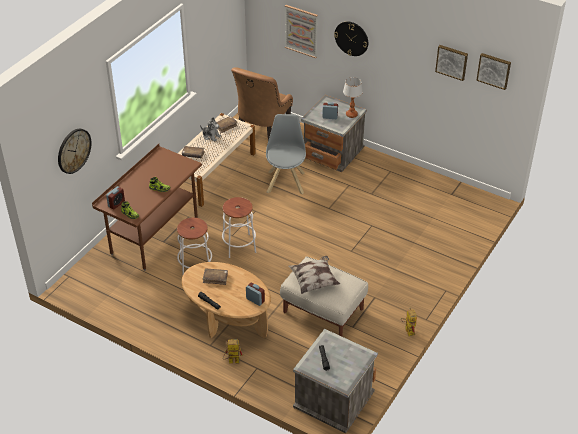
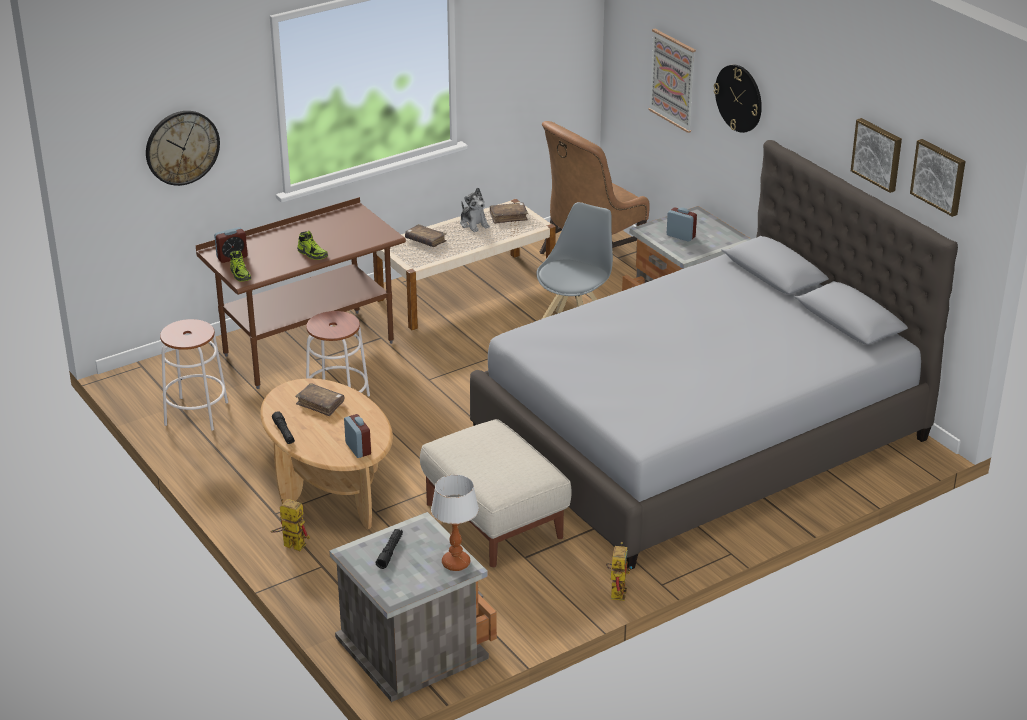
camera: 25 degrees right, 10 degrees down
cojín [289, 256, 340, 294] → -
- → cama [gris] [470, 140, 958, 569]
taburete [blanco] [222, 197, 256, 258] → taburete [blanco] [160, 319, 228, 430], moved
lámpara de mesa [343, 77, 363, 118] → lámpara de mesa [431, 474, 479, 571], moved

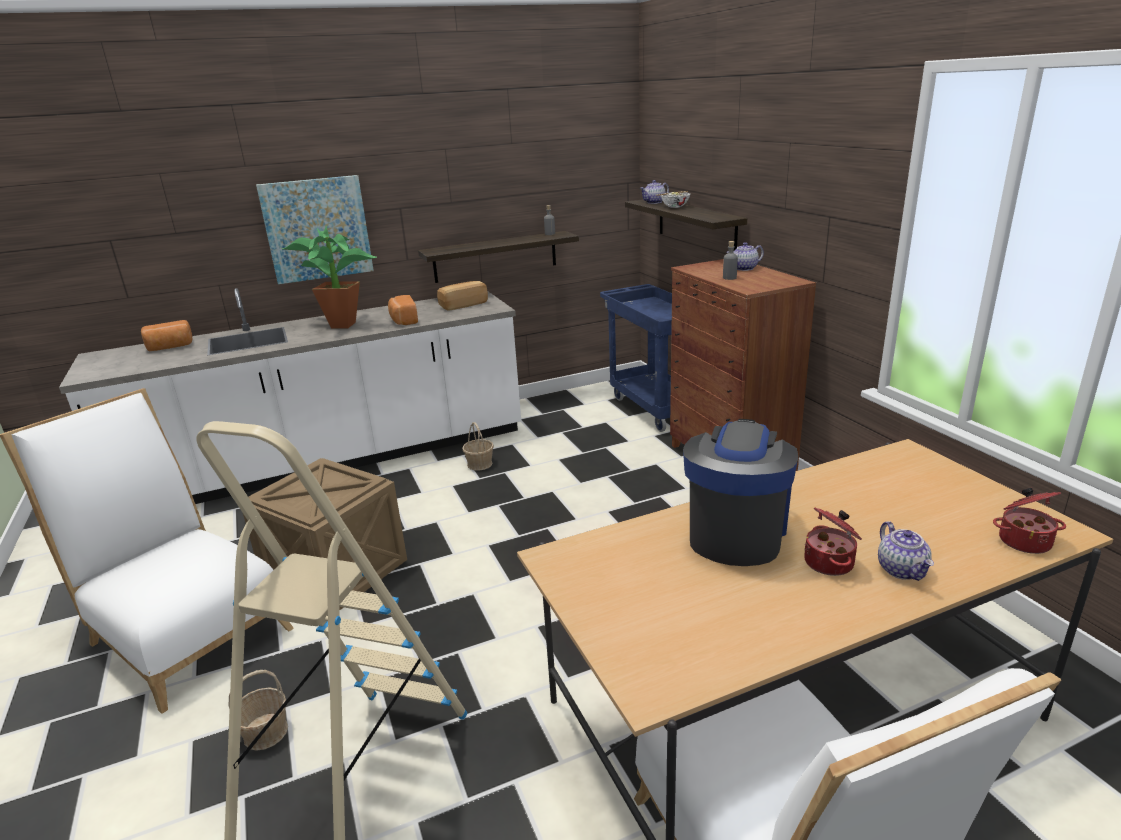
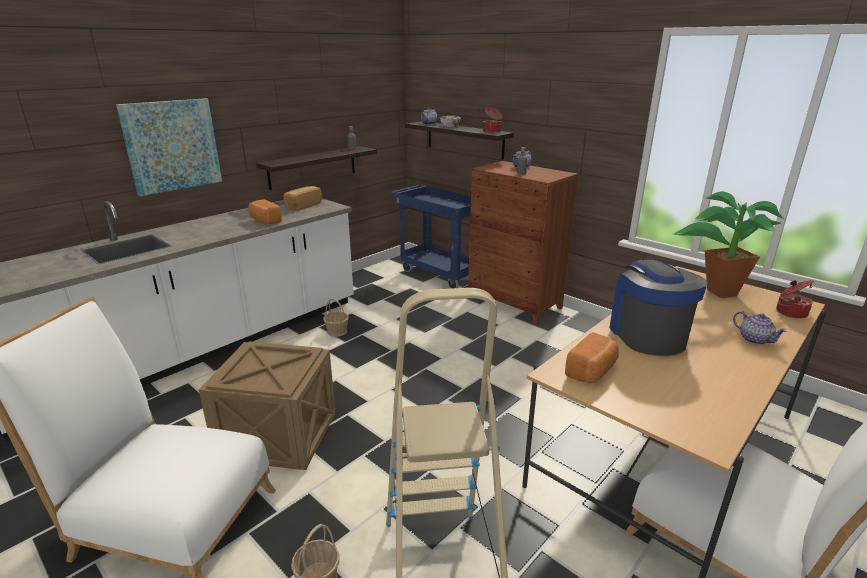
camera: 25 degrees left, 0 degrees up
pan [141, 320, 192, 351] → pan [565, 332, 619, 384], moved
planta en maceta [282, 226, 377, 328] → planta en maceta [673, 191, 784, 298], moved
olla [804, 507, 862, 576] → olla [483, 107, 503, 133], moved

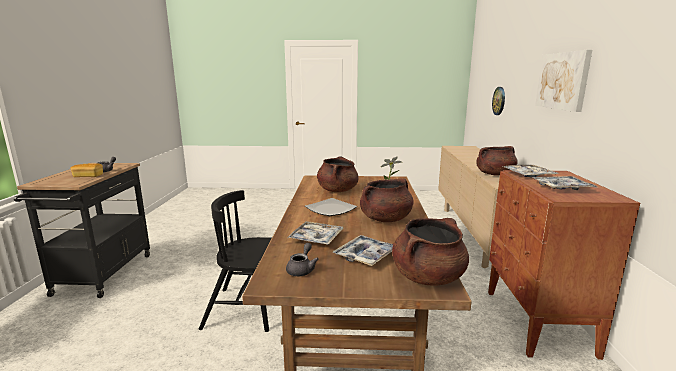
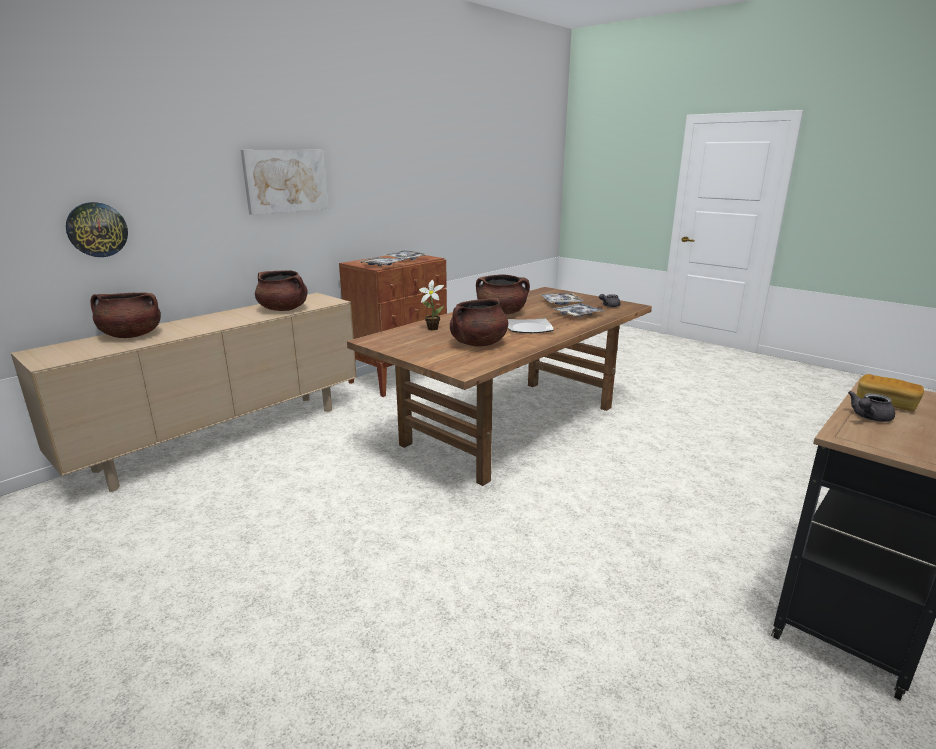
camera: 140 degrees left, 5 degrees up
silla [negro] [199, 190, 272, 332] → -
olla [marrón] [392, 218, 469, 286] → olla [marrón] [91, 293, 161, 338], moved

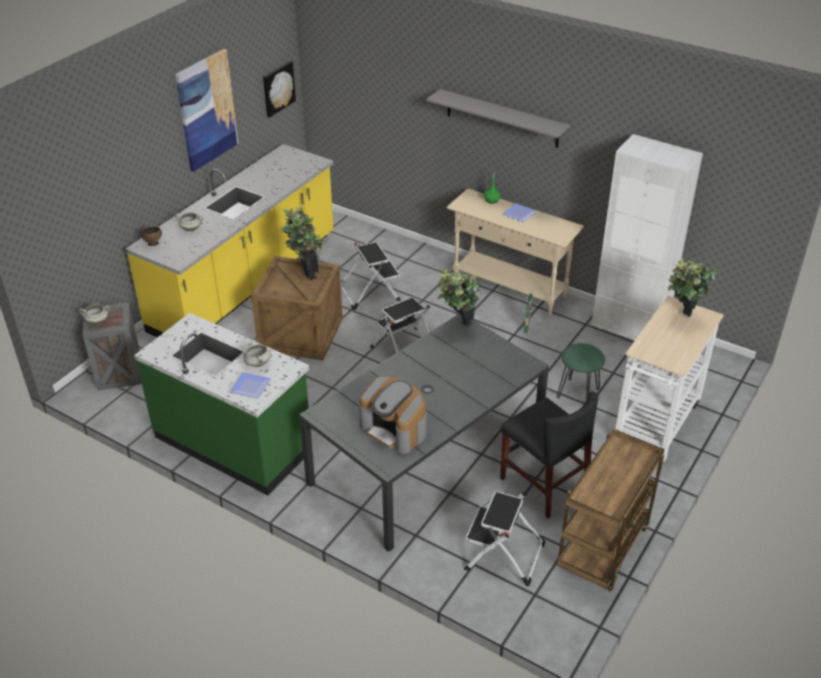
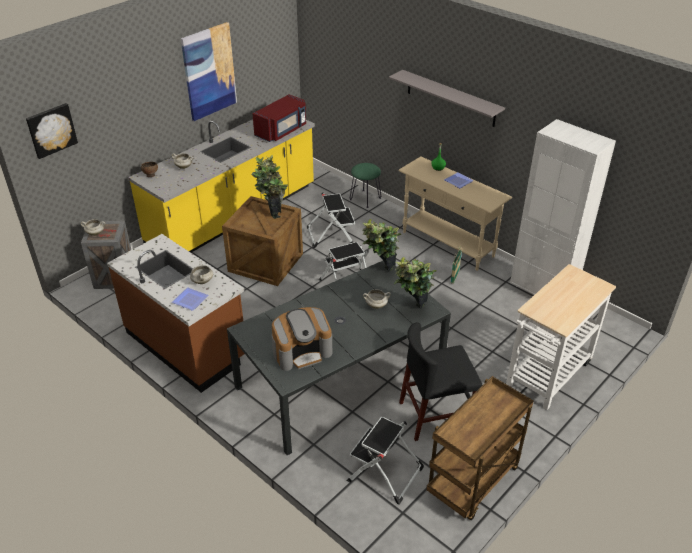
camera: 10 degrees right, 0 degrees up
- → microondas [rojo] [252, 94, 306, 142]
- → olla [blanco] [363, 289, 391, 309]
cuadro [263, 61, 296, 117] → cuadro [26, 103, 78, 159], moved
taburete [verde] [557, 343, 605, 400] → taburete [verde] [350, 163, 381, 208], moved
planta en maceta [668, 258, 717, 317] → planta en maceta [394, 257, 437, 309], moved
mueble bajo de cocina [verde] [134, 313, 312, 495] → mueble bajo de cocina [marrón] [107, 234, 245, 393]
cafetera [359, 376, 426, 454] → cafetera [272, 307, 332, 371], 75 degrees counterclockwise
silla [negro] [500, 392, 598, 519] → silla [negro] [399, 322, 482, 441], 105 degrees clockwise

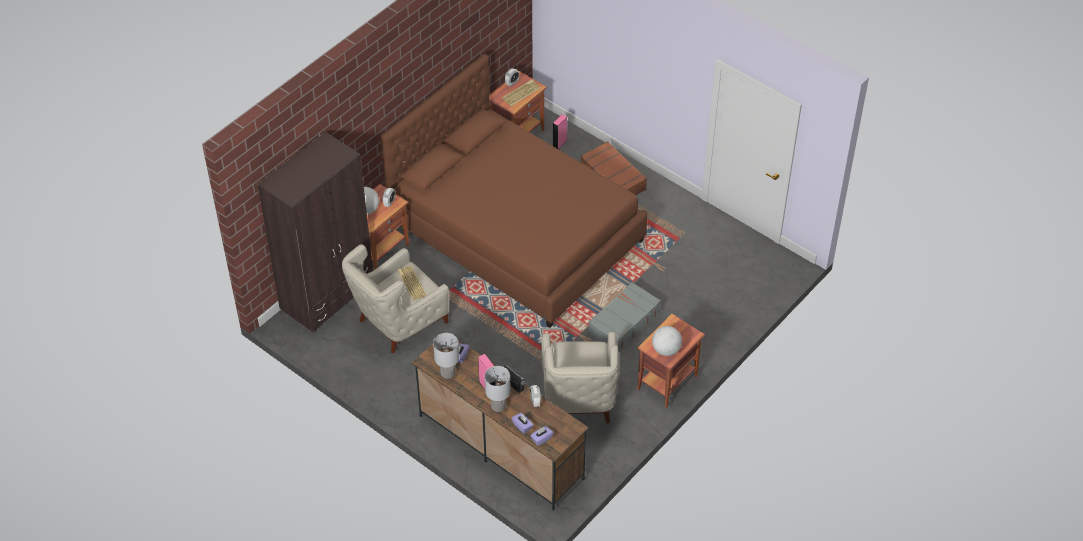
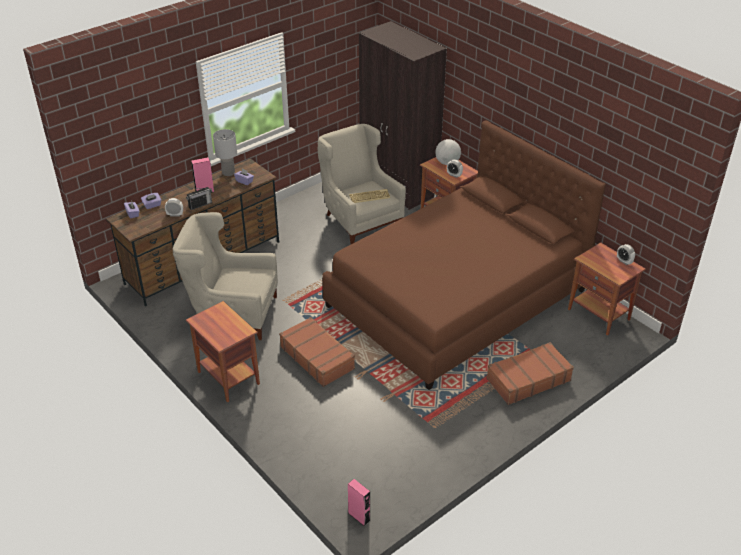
camera: 100 degrees right, 10 degrees down
lámpara de mesa [gris] [485, 366, 511, 412] → -
teclado [502, 80, 541, 106] → -
globo terráqueo [652, 326, 682, 356] → -
altavoz [rosa] [553, 114, 567, 150] → altavoz [rosa] [348, 479, 370, 526], moved
maleta [gris] [588, 282, 661, 351] → maleta [marrón] [279, 317, 355, 387]

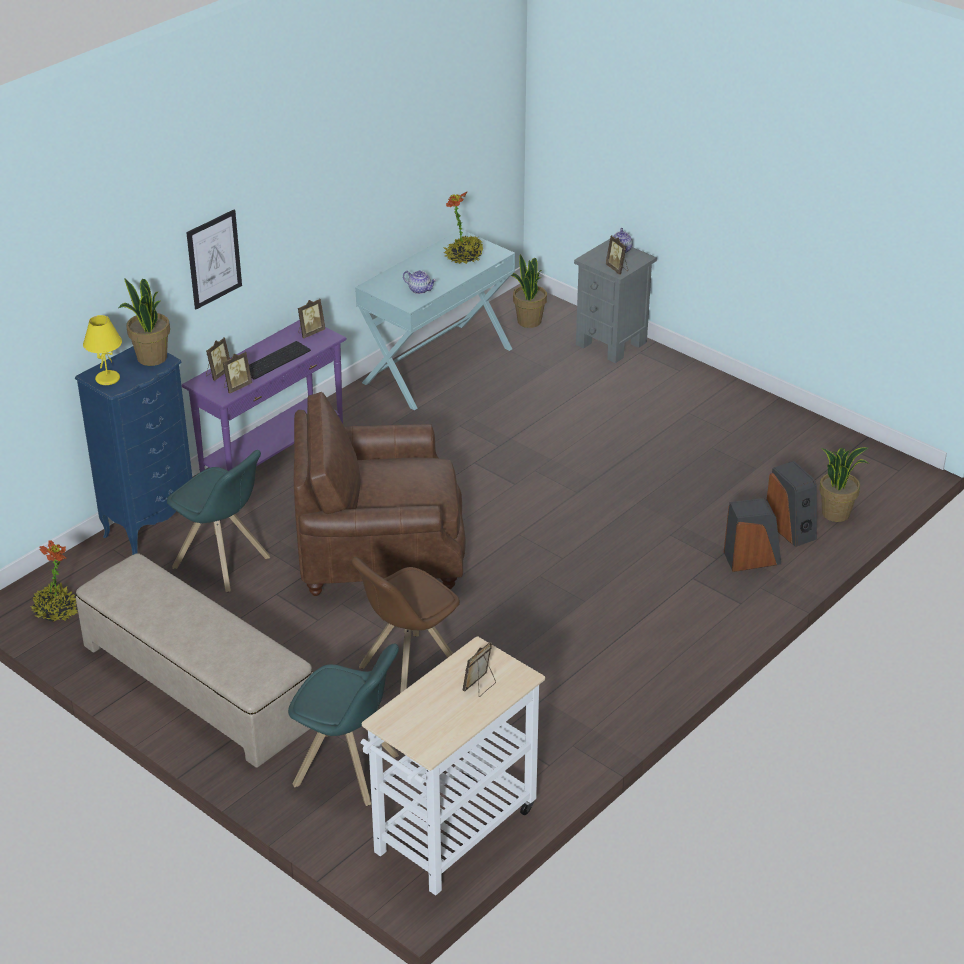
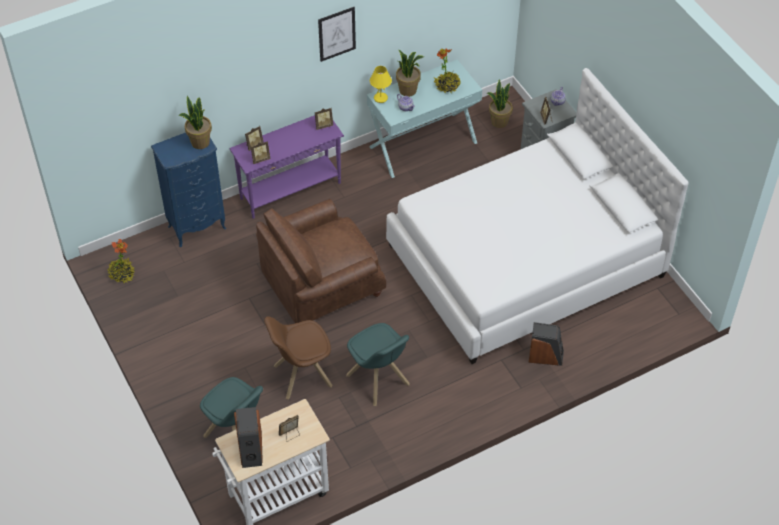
camera: 20 degrees right, 15 degrees up
banco [beis] [76, 553, 313, 768] → -
teclado [249, 341, 311, 380] → -
- → cama [blanco] [386, 68, 689, 364]
lámpara de mesa [amarillo] [83, 315, 122, 385] → lámpara de mesa [amarillo] [370, 66, 392, 103], moved
silla [turquesa] [167, 450, 270, 592] → silla [turquesa] [346, 323, 410, 406], moved
cuadro [186, 210, 242, 310] → cuadro [318, 7, 356, 62], moved
altavoz [767, 461, 817, 547] → altavoz [234, 407, 263, 468], moved
planta en maceta [819, 447, 869, 522] → planta en maceta [396, 50, 424, 97], moved
sillón [marrón] [294, 392, 466, 596] → sillón [marrón] [256, 199, 386, 323], 45 degrees counterclockwise

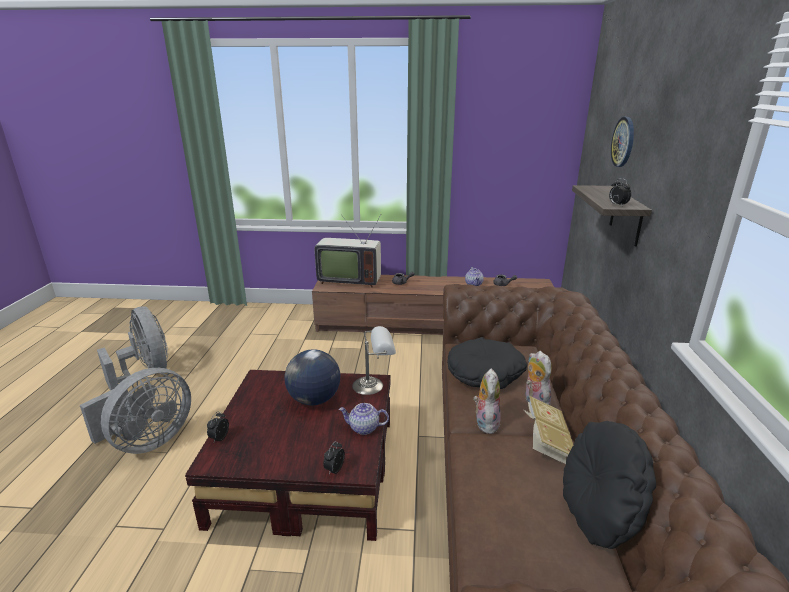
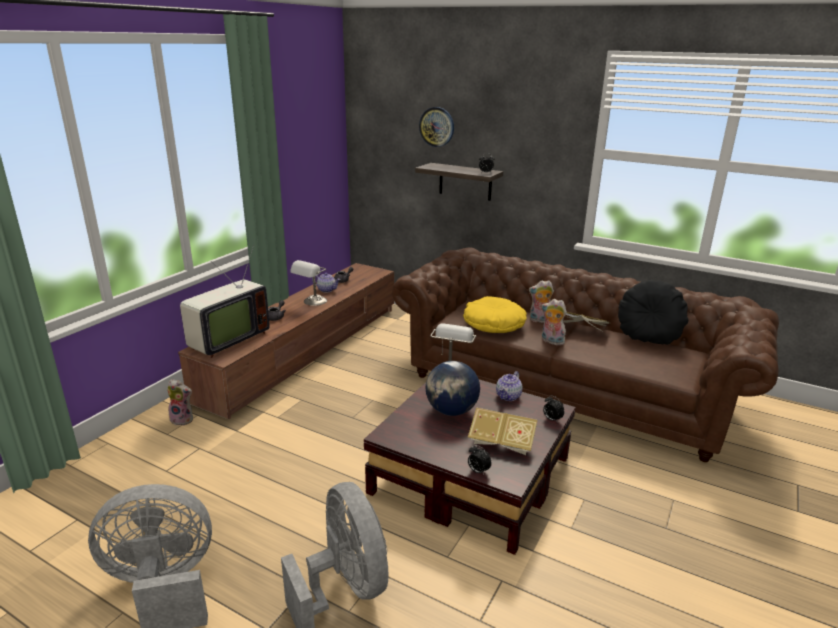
camera: 65 degrees left, 0 degrees up
- → peluche [167, 379, 193, 425]
- → lámpara de mesa [blanco] [290, 260, 327, 306]
- → libro [468, 407, 537, 455]
cojín [negro] [447, 337, 527, 389] → cojín [amarillo] [463, 296, 527, 333]

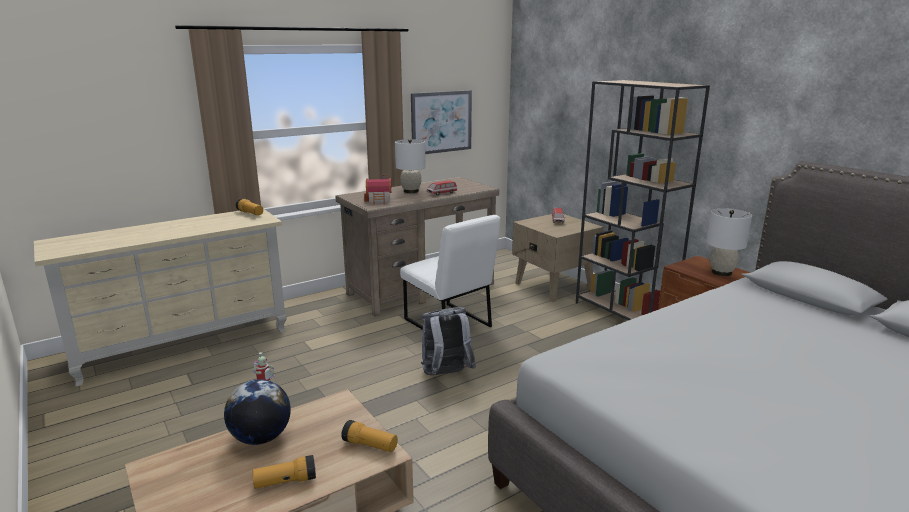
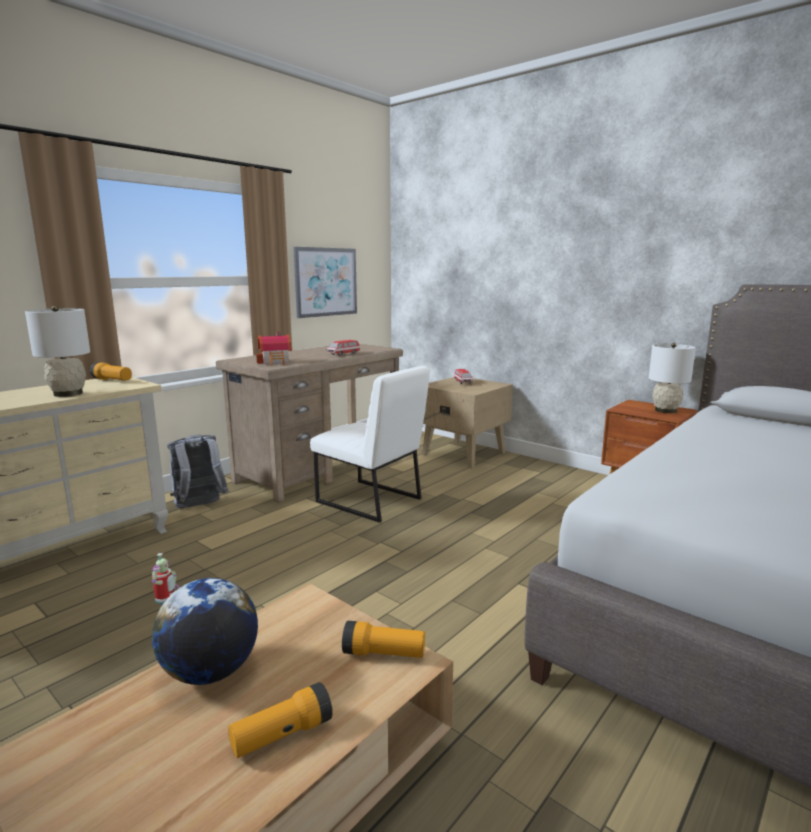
camera: 15 degrees left, 5 degrees down
estantería [576, 80, 710, 320] → -
lámpara de mesa [blanco] [395, 139, 425, 193] → lámpara de mesa [blanco] [25, 306, 90, 397], moved
mochila [gris] [421, 307, 476, 375] → mochila [gris] [167, 435, 229, 508], moved

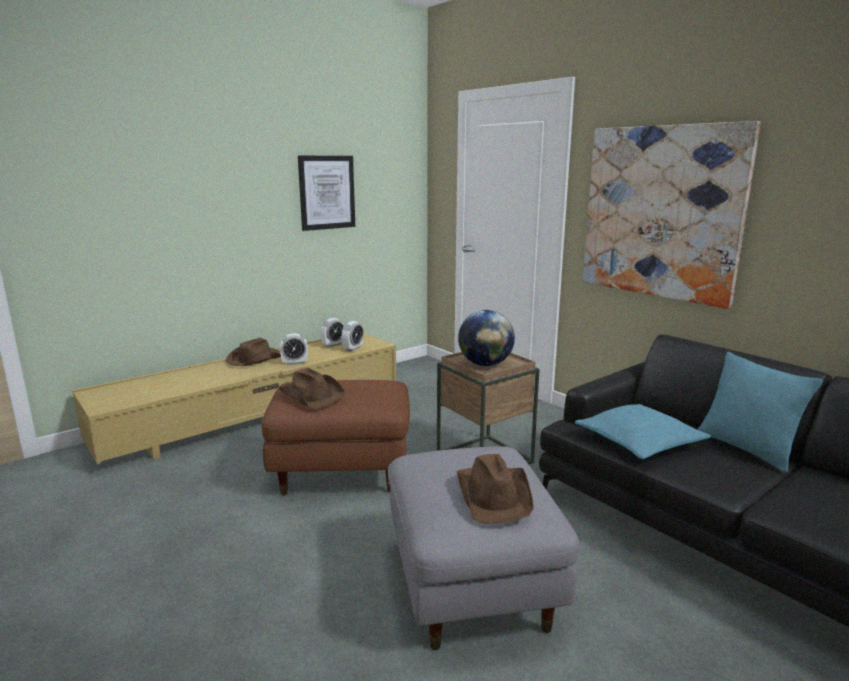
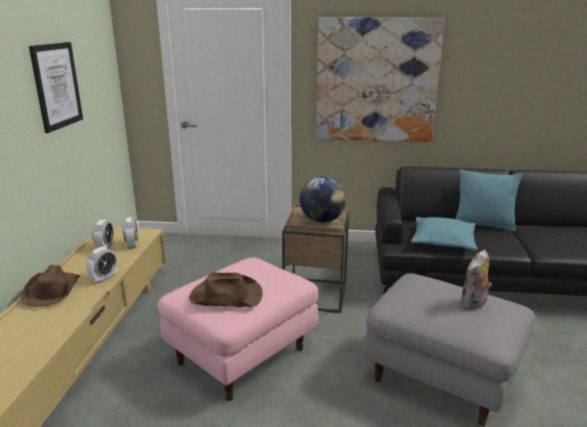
camera: 45 degrees left, 5 degrees up
sombrero [marrón] [457, 454, 534, 524] → peluche [460, 250, 492, 311]
puf [marrón] [261, 380, 410, 495] → puf [rosa] [157, 258, 319, 401]

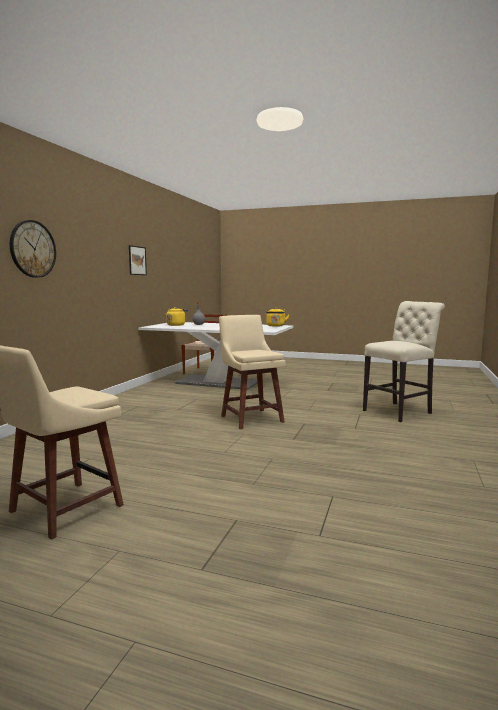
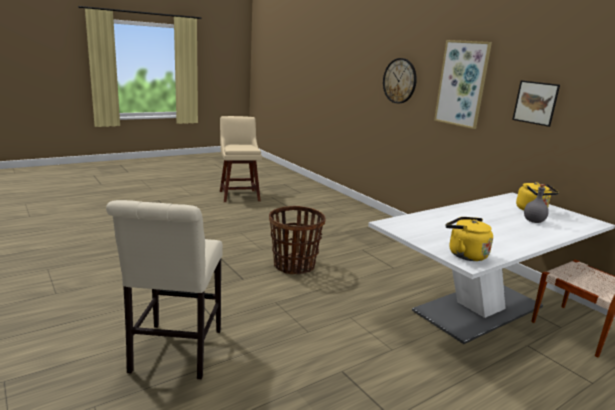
camera: 125 degrees right, 10 degrees up
- → cuadro [434, 40, 492, 129]
taburete [beis] [219, 315, 286, 429] → cesta [269, 206, 325, 274]

